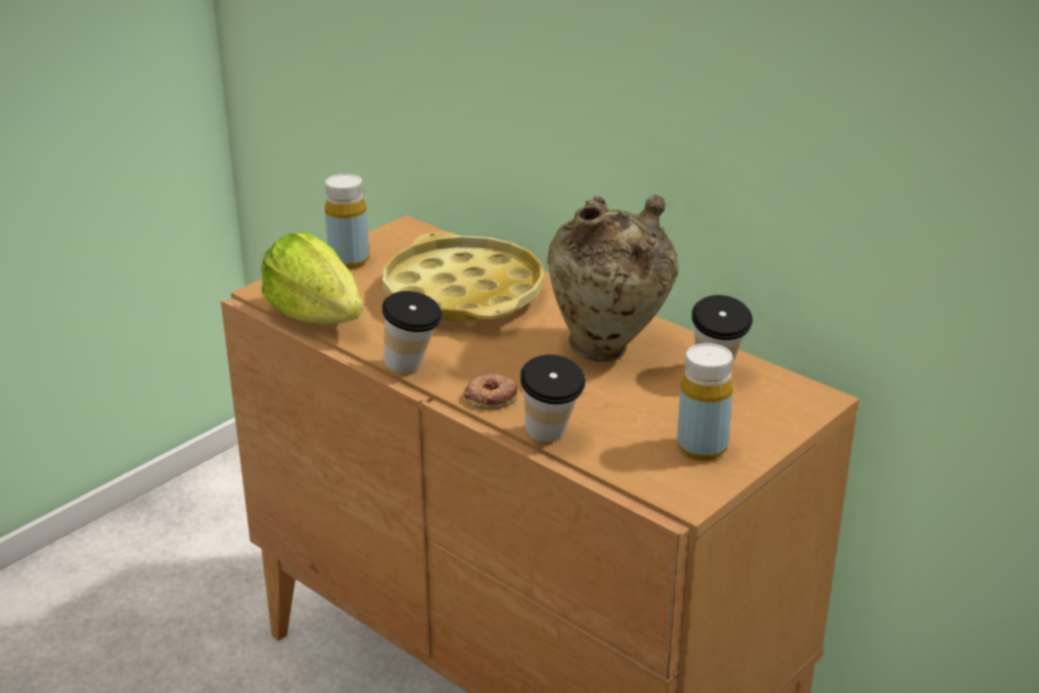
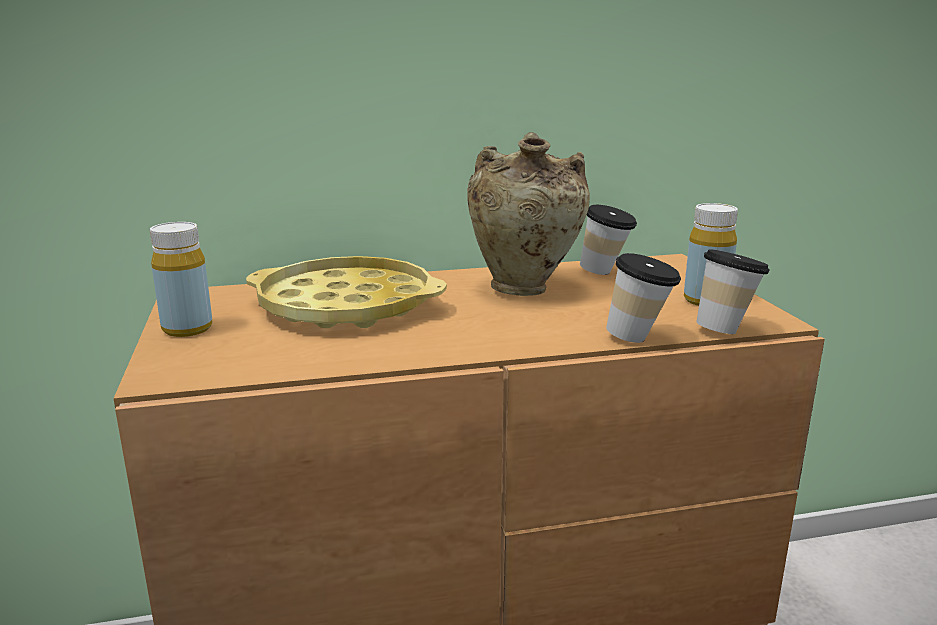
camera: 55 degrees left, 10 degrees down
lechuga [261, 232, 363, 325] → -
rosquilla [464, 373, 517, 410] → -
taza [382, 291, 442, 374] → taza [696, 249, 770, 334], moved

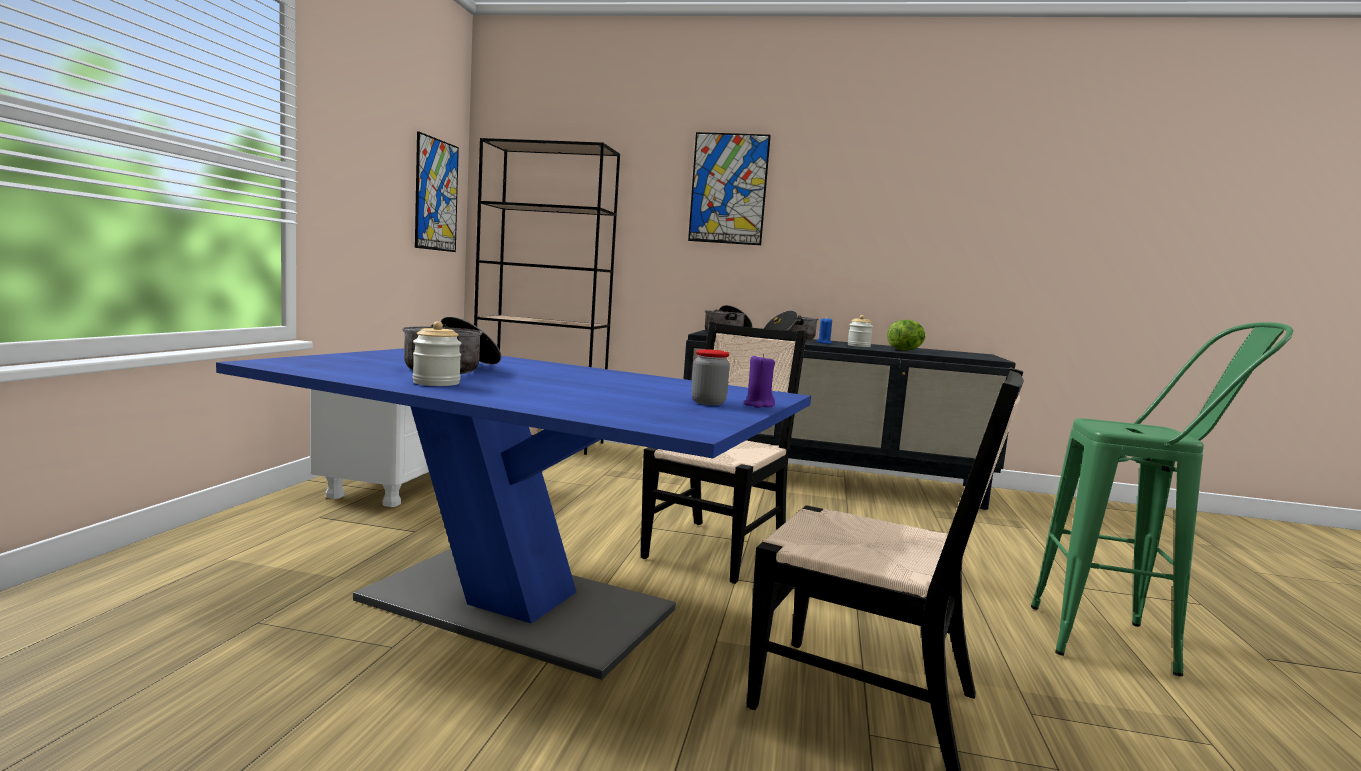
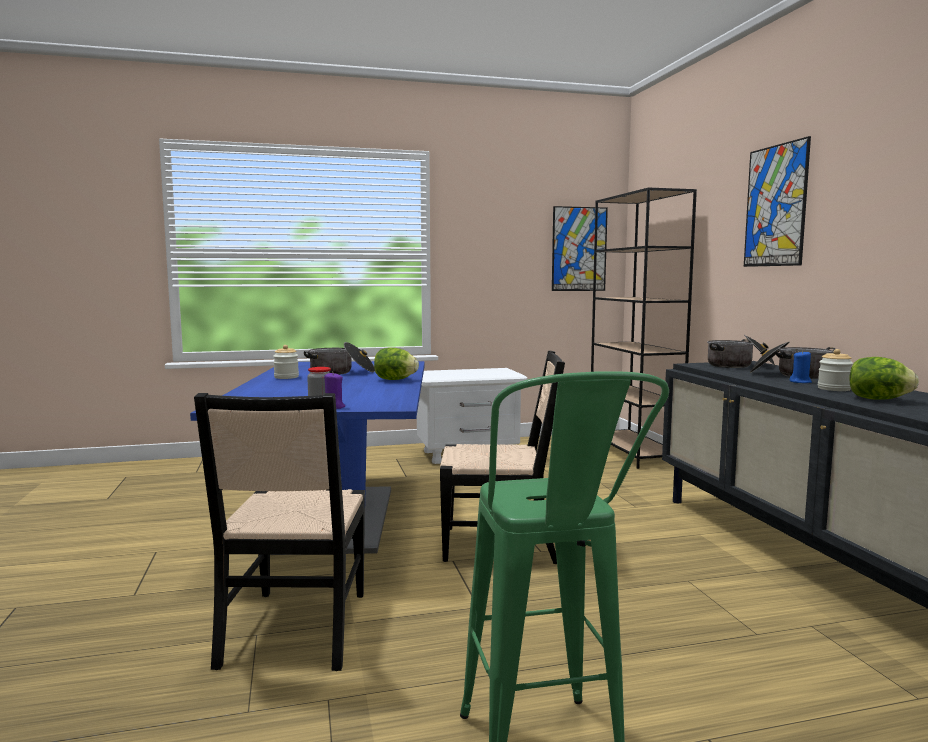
camera: 65 degrees right, 0 degrees up
- → lechuga [374, 347, 419, 380]

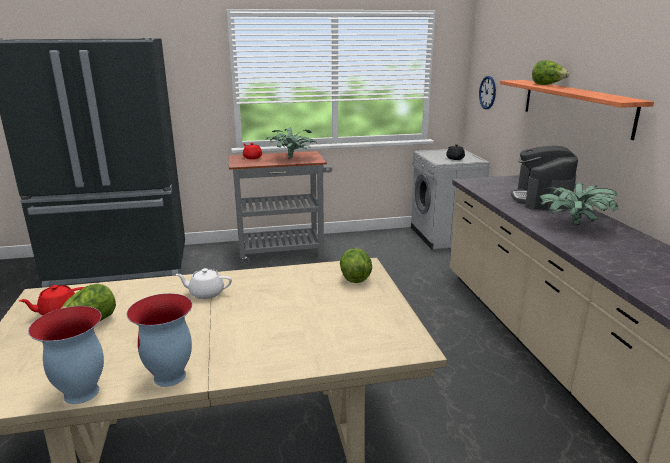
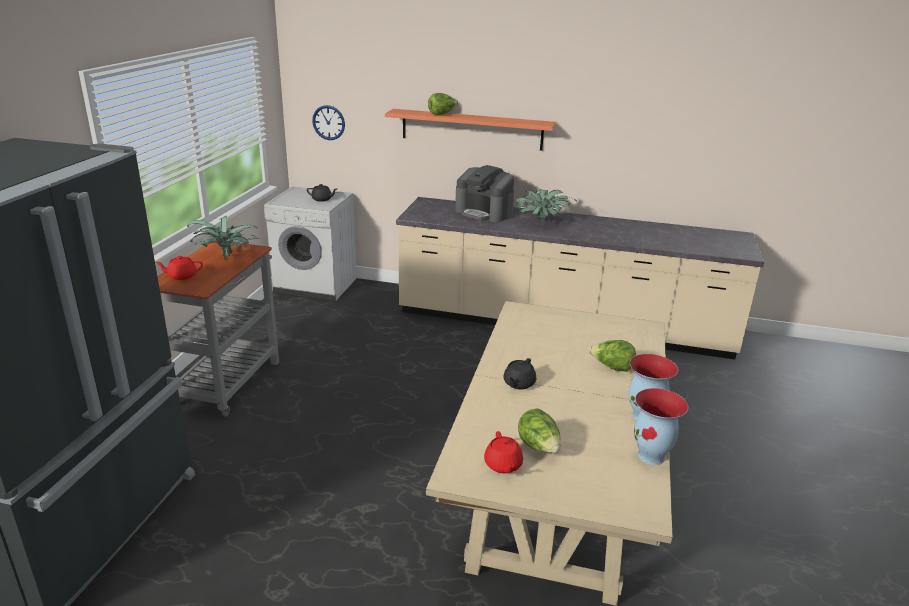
camera: 65 degrees left, 5 degrees up
lechuga [340, 248, 372, 283] → lechuga [589, 340, 636, 372], moved
tetera [blanco] [175, 268, 232, 299] → tetera [negro] [504, 358, 536, 390]

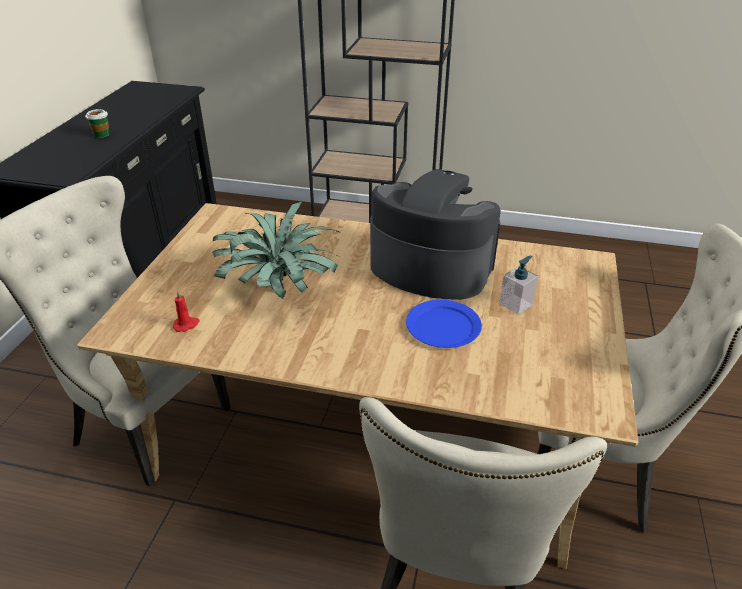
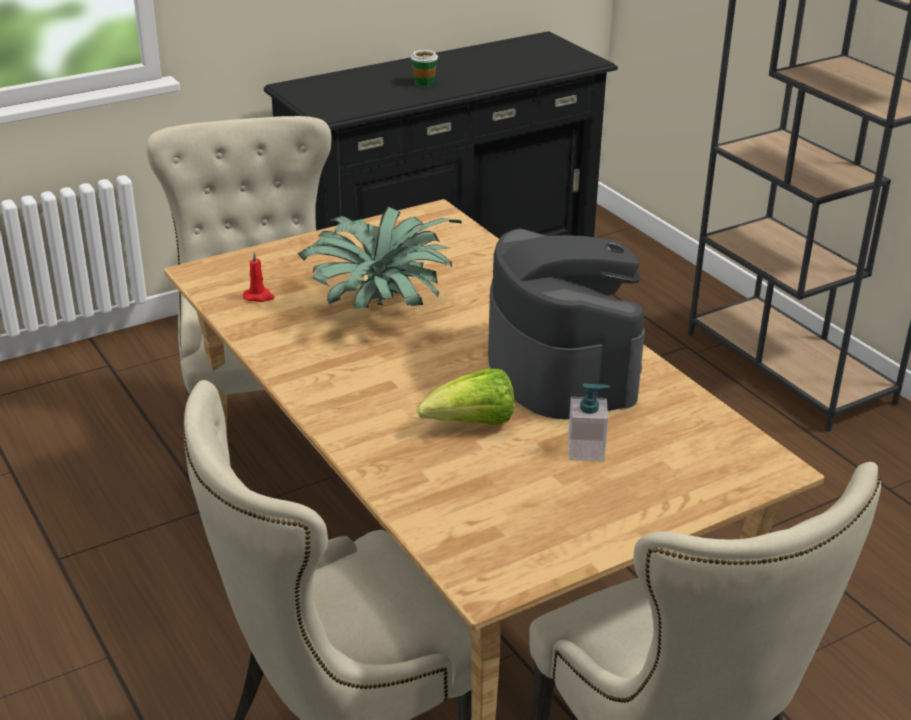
camera: 45 degrees right, 5 degrees down
plato [azul] [406, 299, 482, 348] → lechuga [417, 369, 515, 425]

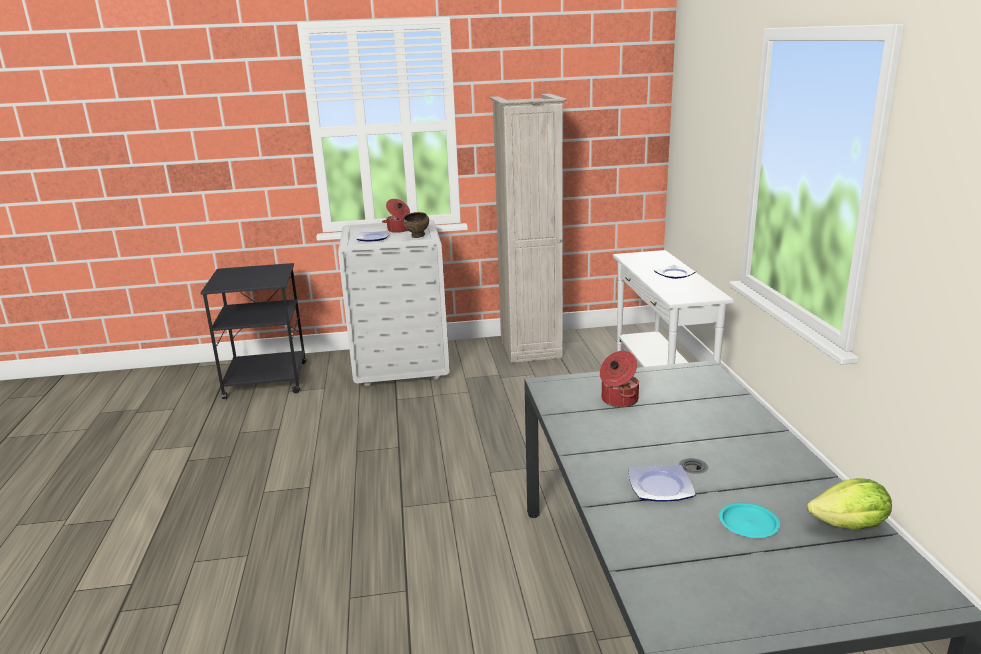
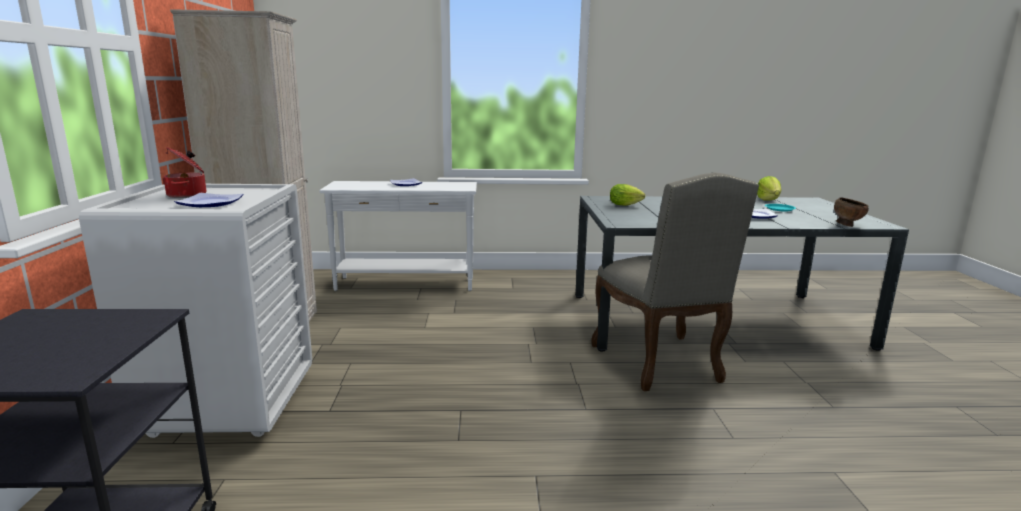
camera: 85 degrees left, 5 degrees down
olla [600, 351, 639, 407] → -
- → silla [gris] [592, 173, 759, 391]
- → lechuga [610, 184, 645, 206]
cuenco [marrón] [403, 212, 429, 238] → cuenco [marrón] [834, 198, 869, 227], moved

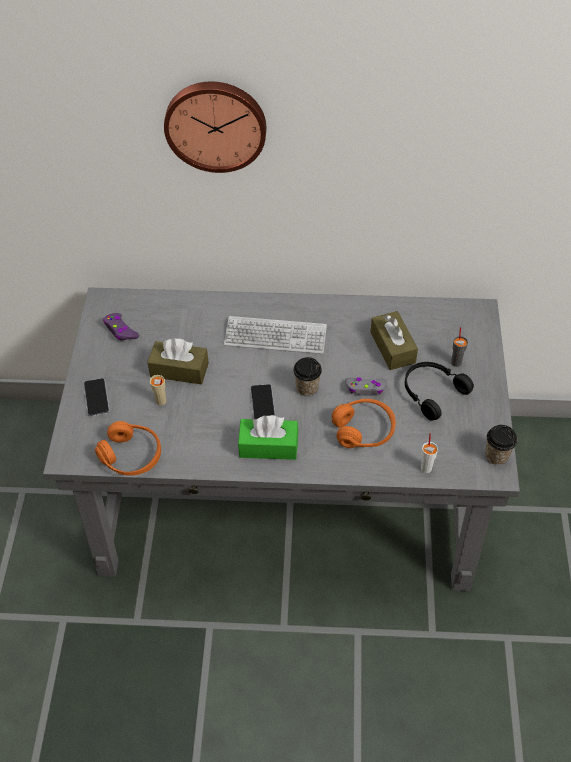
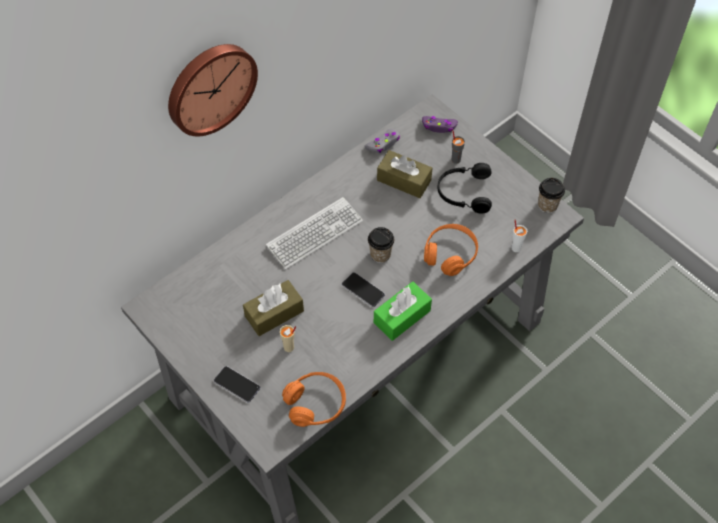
camera: 45 degrees left, 5 degrees up
mando de consola [morado] [103, 313, 139, 341] → mando de consola [morado] [422, 116, 458, 133], moved
mando de consola [gris] [345, 377, 387, 396] → mando de consola [gris] [364, 129, 400, 153], moved

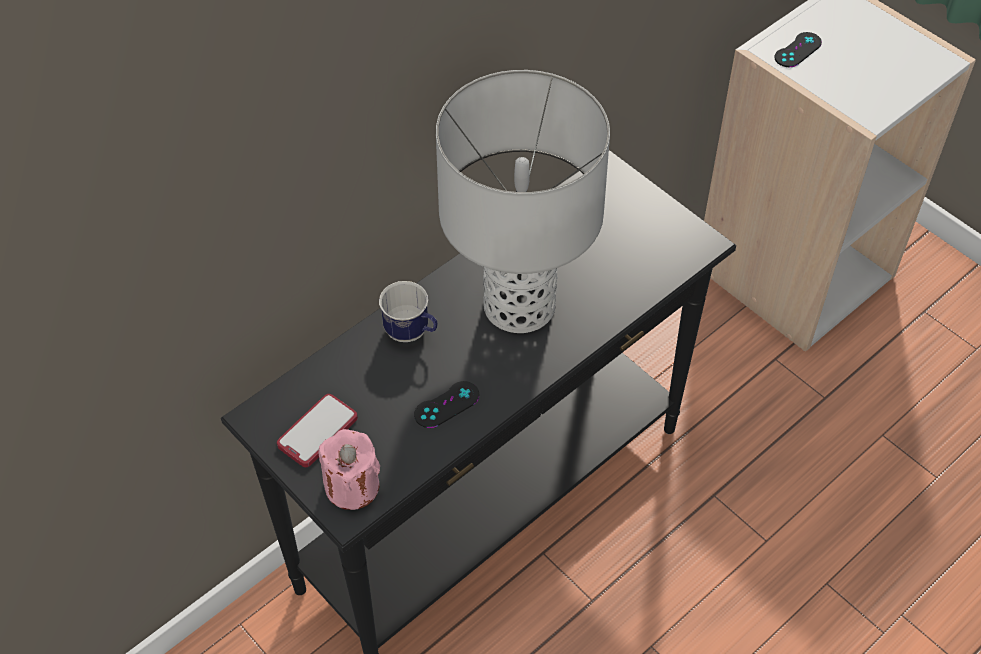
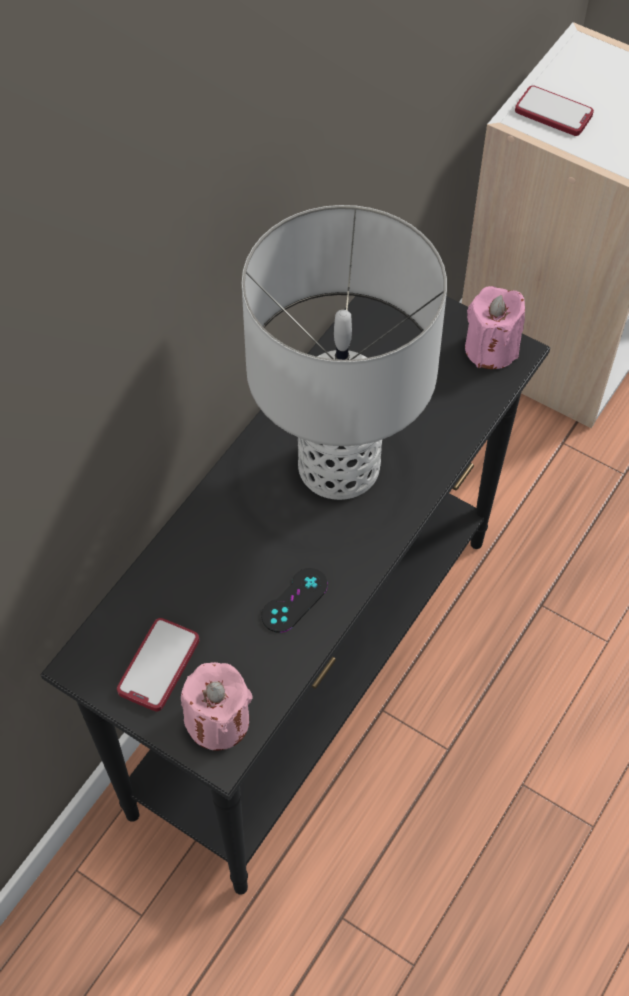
camera: 15 degrees left, 5 degrees up
taza grande [379, 281, 438, 342] → -
- → vela [rosa] [465, 286, 525, 369]
mando de consola [negro] [774, 32, 822, 67] → móvil [515, 86, 594, 136]

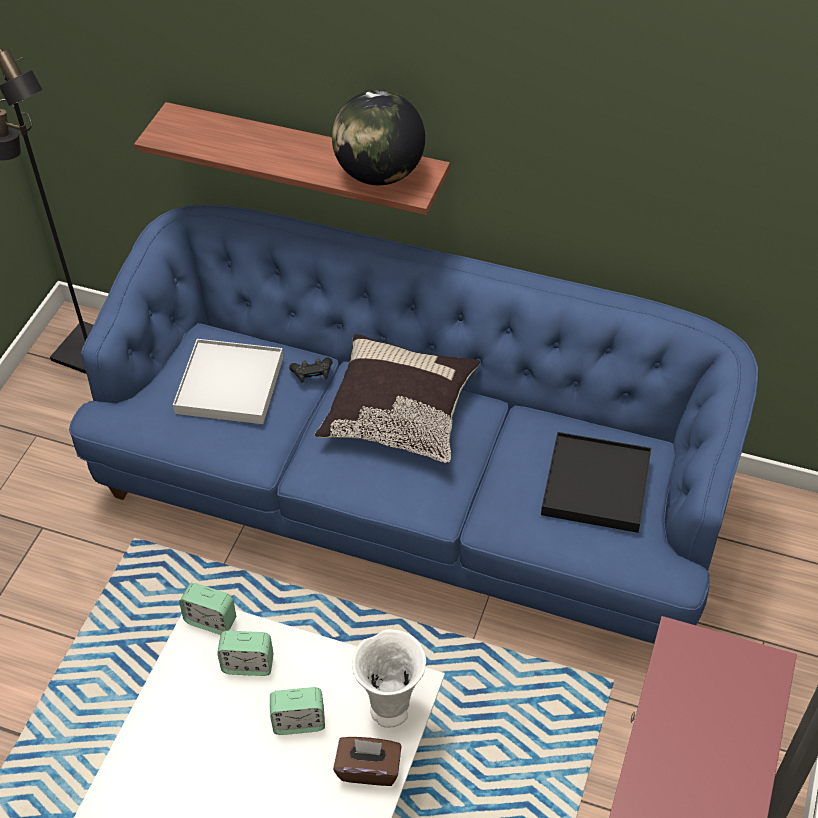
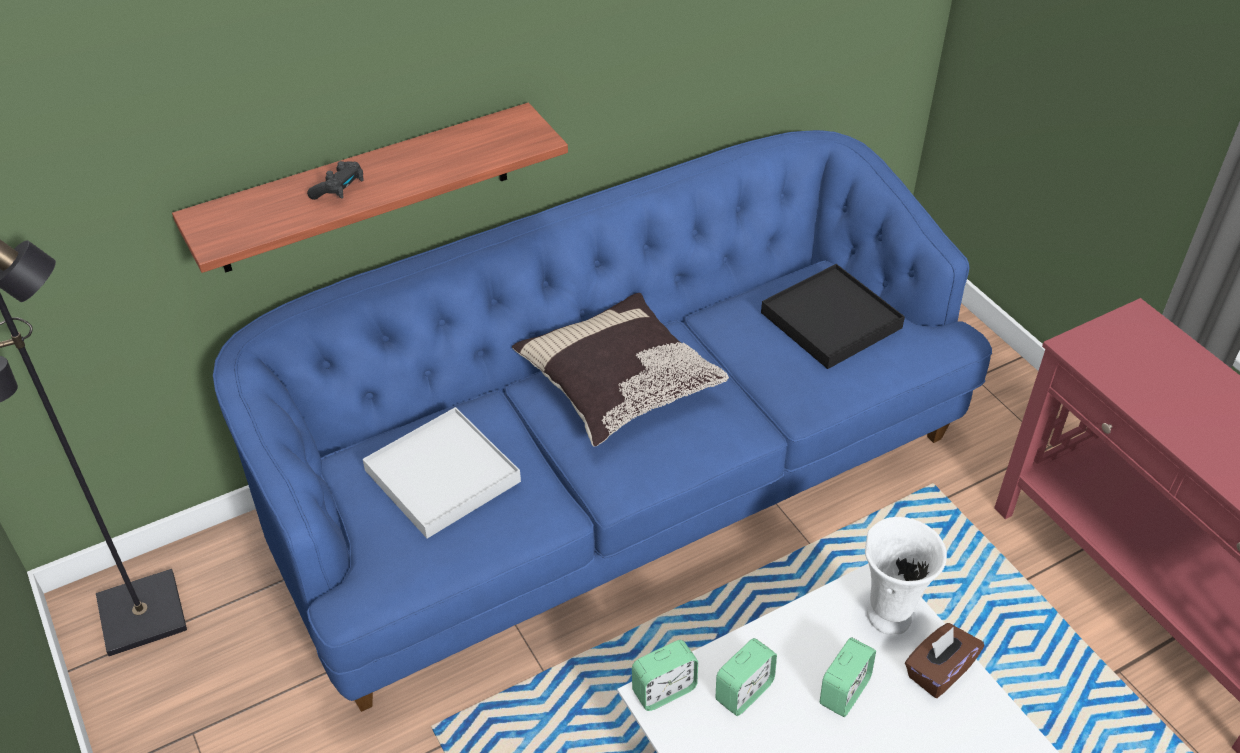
camera: 50 degrees left, 5 degrees down
globo terráqueo [332, 90, 425, 185] → -
mando de consola [negro] [289, 357, 332, 383] → mando de consola [negro] [307, 161, 363, 200], moved

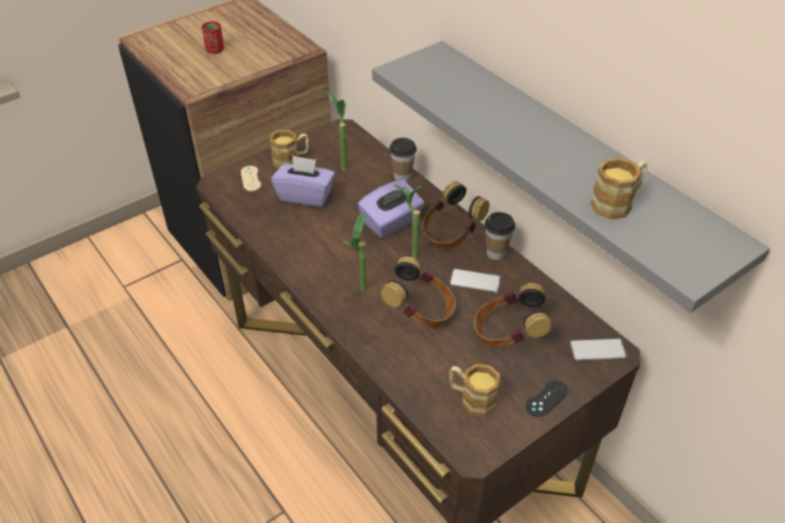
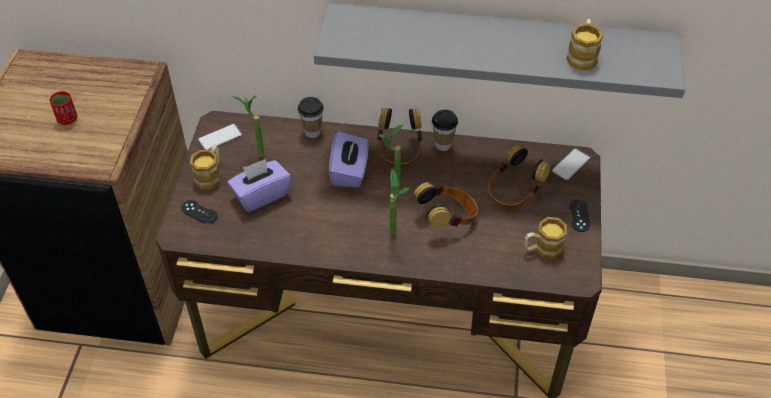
camera: 45 degrees left, 5 degrees up
móvil [450, 269, 501, 293] → móvil [198, 124, 242, 150], moved
mando de consola [beis] [241, 166, 261, 191] → mando de consola [negro] [181, 200, 218, 224]

